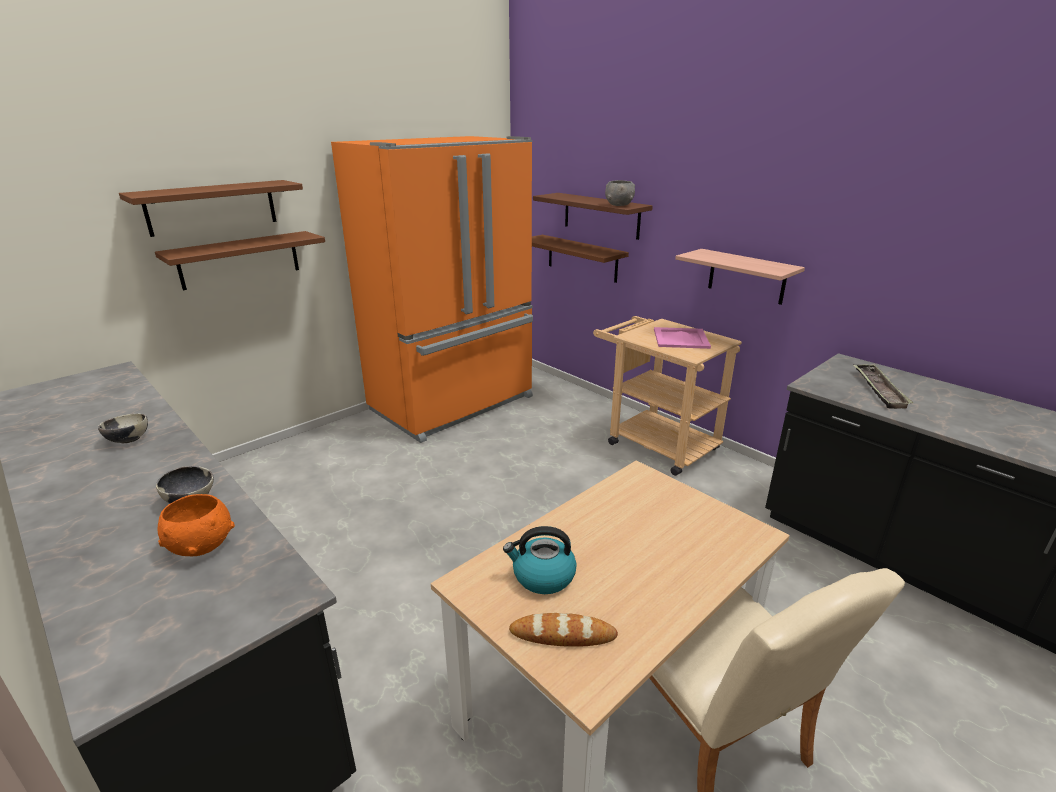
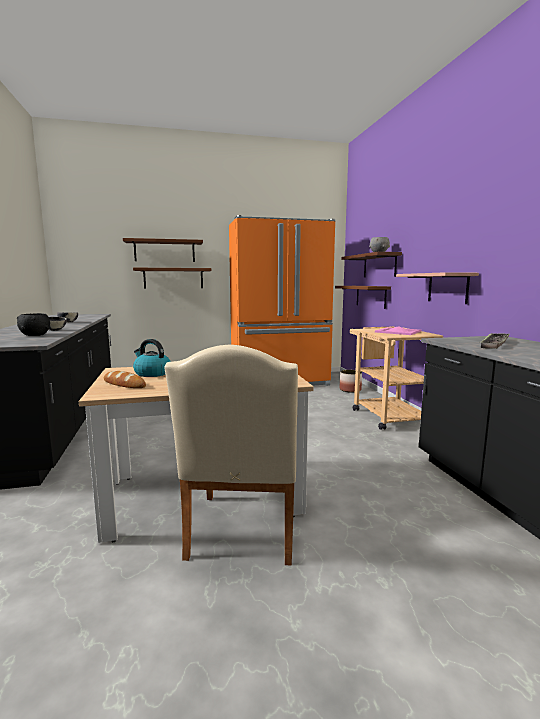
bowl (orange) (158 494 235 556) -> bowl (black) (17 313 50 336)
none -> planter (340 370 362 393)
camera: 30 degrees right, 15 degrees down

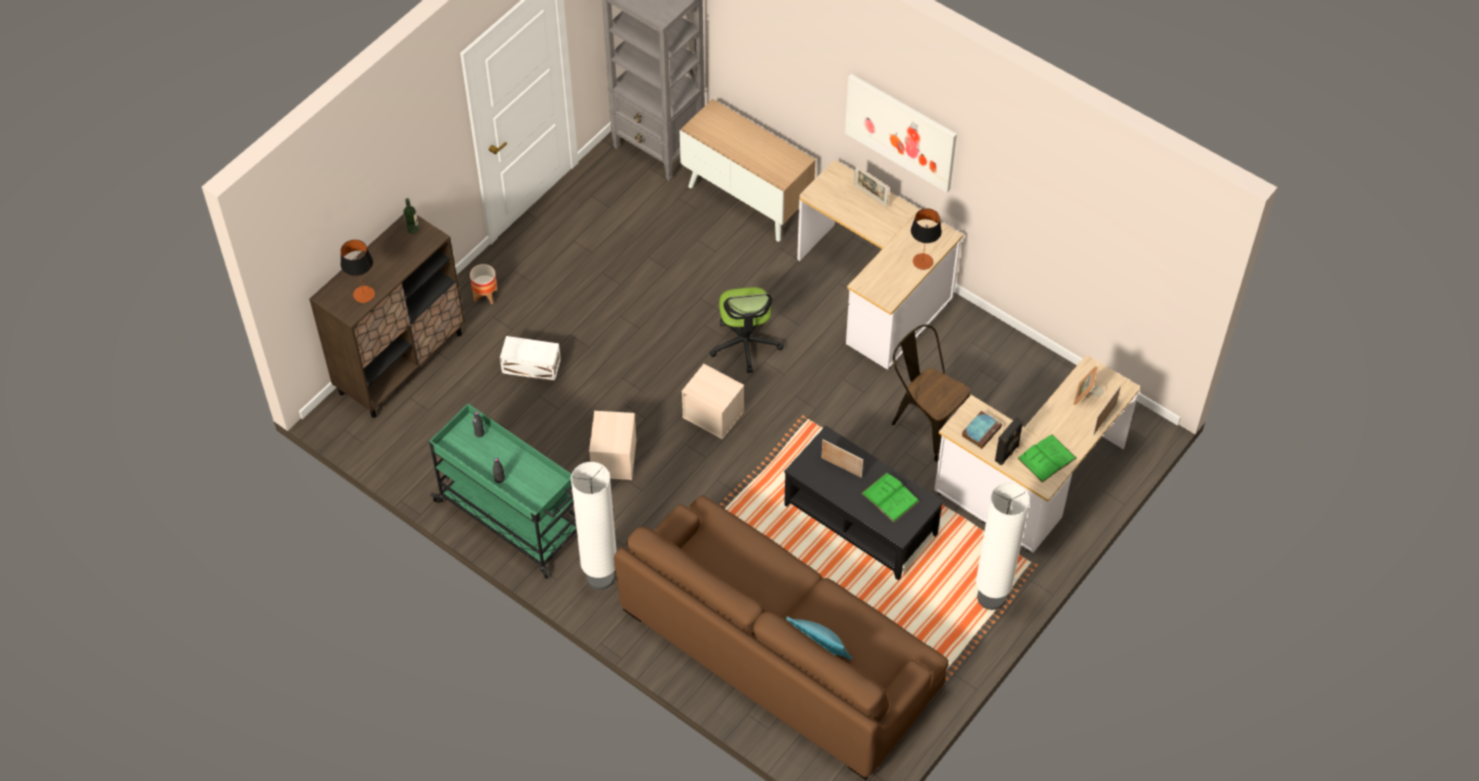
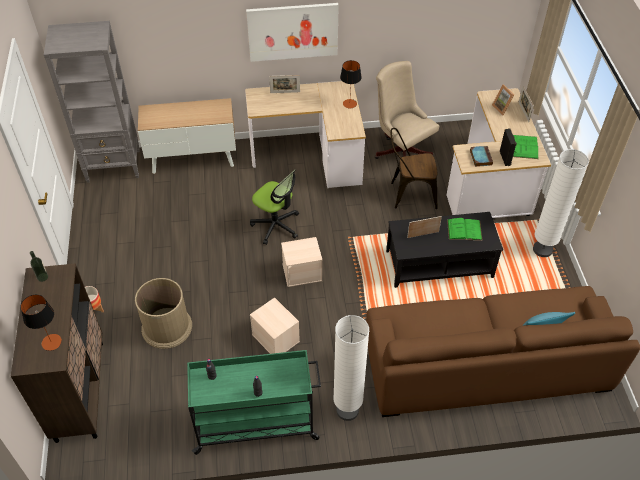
storage box (white) (500 336 561 381) -> trash can (brown) (135 278 192 349)
none -> office chair (beige) (375 61 439 159)
camera: 45 degrees left, 5 degrees down

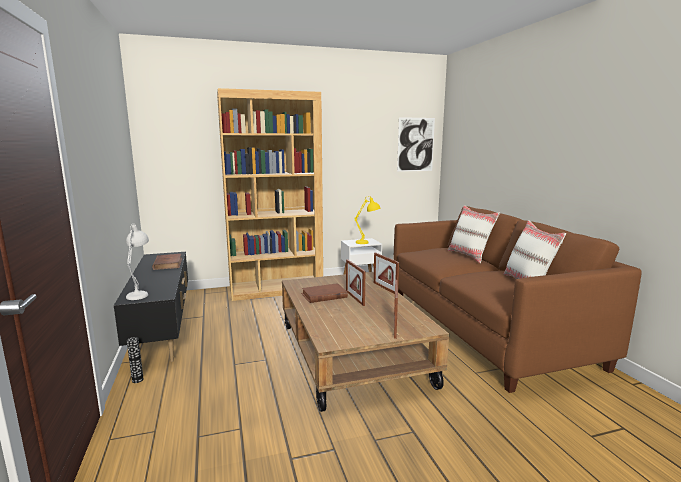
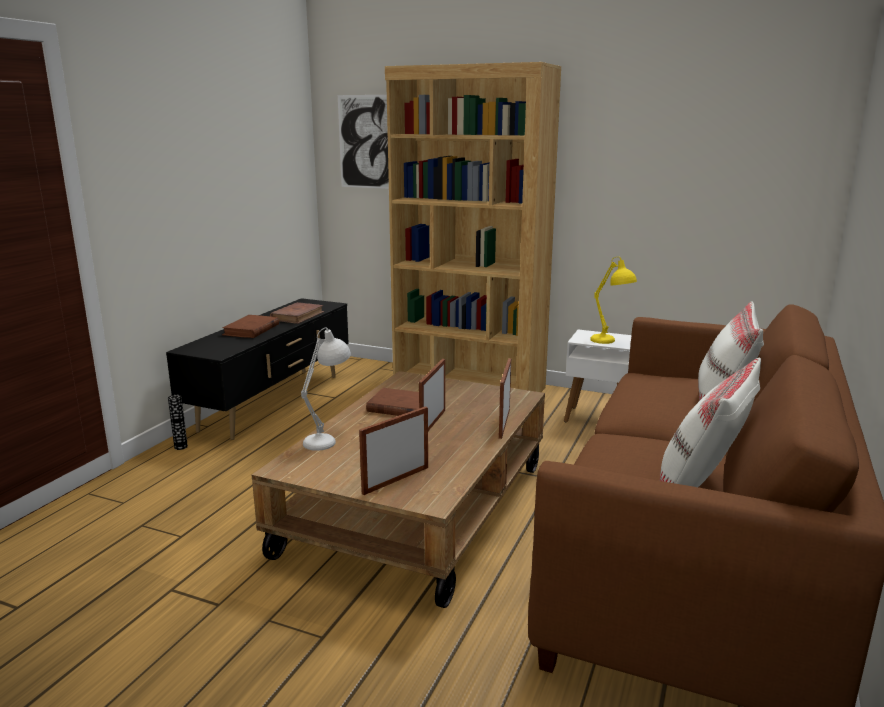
picture (397 117 435 172) -> picture (338 95 389 189), shifted
table lamp (white) (126 223 149 300) -> table lamp (white) (301 327 351 451), shifted
none -> book (brown) (222 315 279 338)
camera: 40 degrees right, 5 degrees up

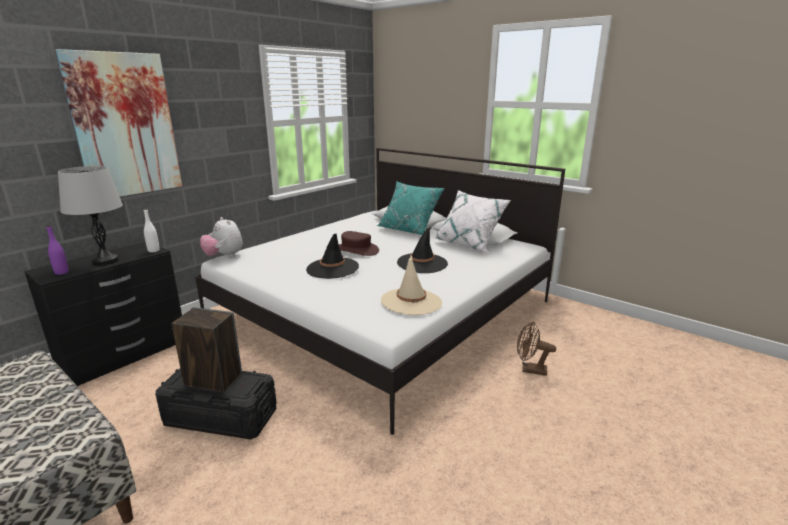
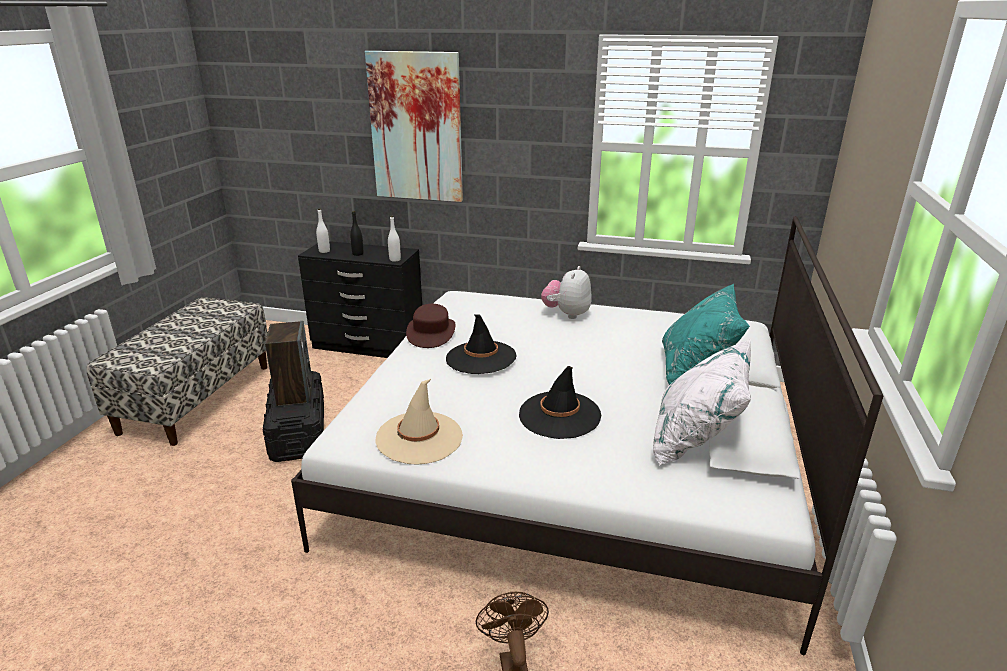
table lamp (grey) (58 166 123 265) -> bottle (black) (350 211 363 256)
plush toy (200 217 243 258) -> plush toy (541 266 592 319), shifted
bottle (purple) (47 225 69 275) -> bottle (white) (316 208 330 253)
hat (brown) (339 231 379 256) -> hat (brown) (406 304 456 348), shifted
camera: 65 degrees right, 5 degrees up

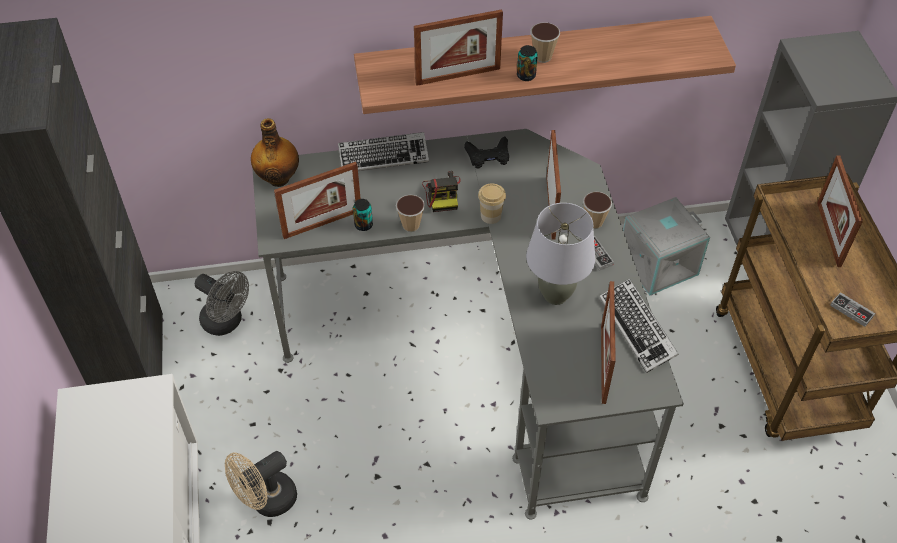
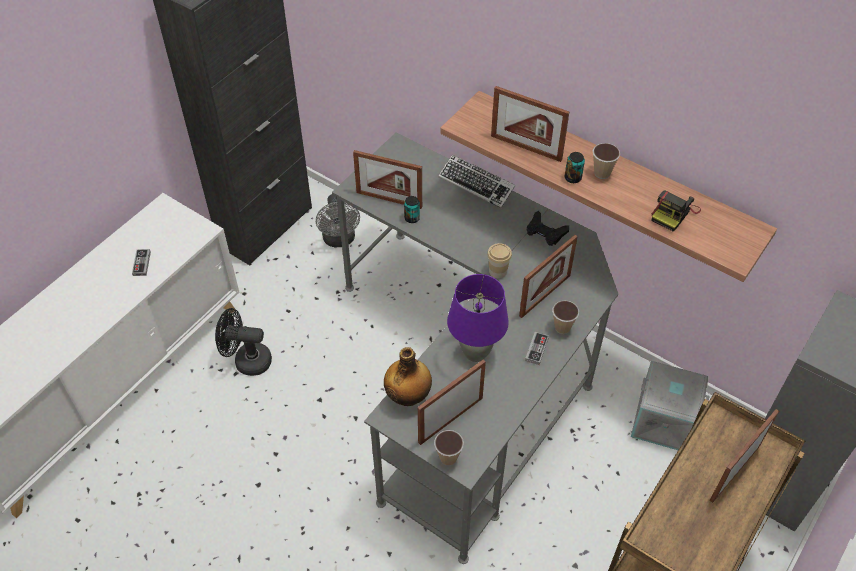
bottle (251 118 299 187) -> bottle (384 347 432 406), shifted
photo camera (422 171 460 212) -> photo camera (651 190 701 232), shifted
cup (396 195 425 232) -> cup (434 430 464 466), shifted
table lamp (grey) (526 203 595 305) -> table lamp (purple) (447 274 509 362)
keyboard (600 279 679 373) -> none
game controller (830 292 875 327) -> game controller (132 249 151 276), shifted
fan (beige) (225 451 297 517) -> fan (black) (215 308 272 376)
camera: 45 degrees right, 0 degrees up

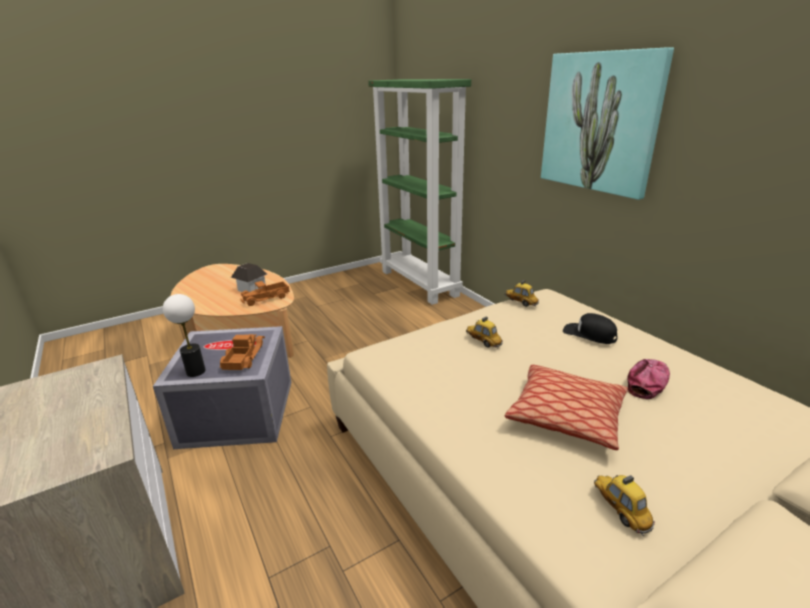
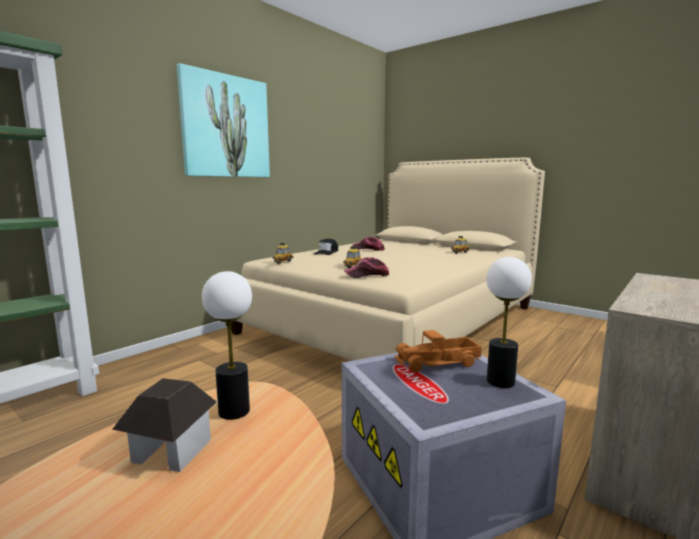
toy truck (240 281 290 306) -> table lamp (202 271 252 420)
pillow (505 365 628 450) -> none
none -> cap (344 257 389 278)
camera: 110 degrees left, 15 degrees down

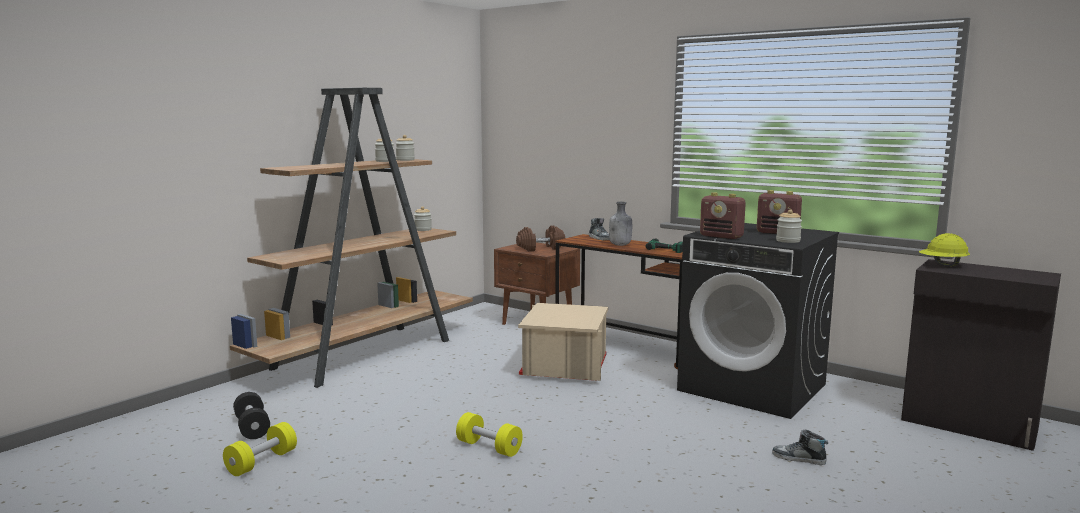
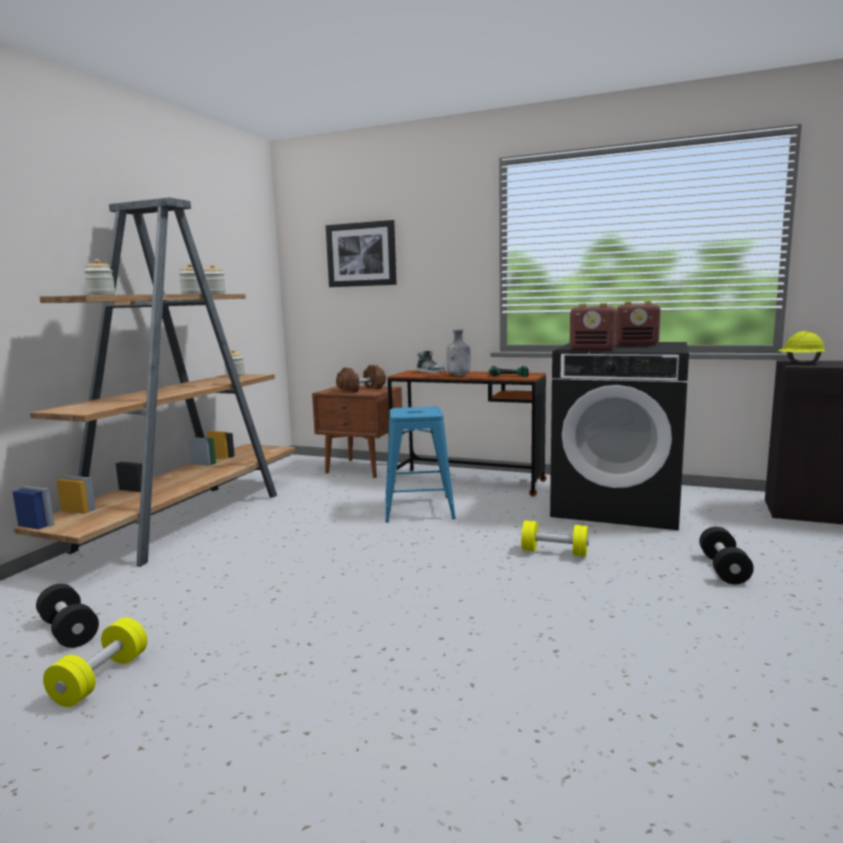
jar (776 209 802 243) -> jar (84 259 115 295), shifted
storage box (beige) (518 303 608 381) -> stool (blue) (385 406 456 522)
dumbbell (yellow) (456 412 523 457) -> dumbbell (yellow) (521 521 589 557), shifted
shoe (772 429 828 465) -> dumbbell (black) (699 527 754 584)
none -> picture (326 220 397 287)
camera: 15 degrees left, 0 degrees up

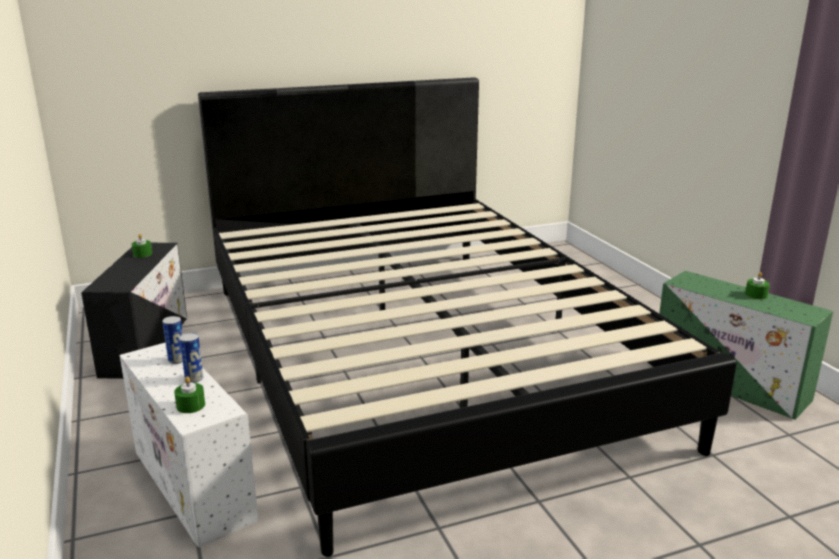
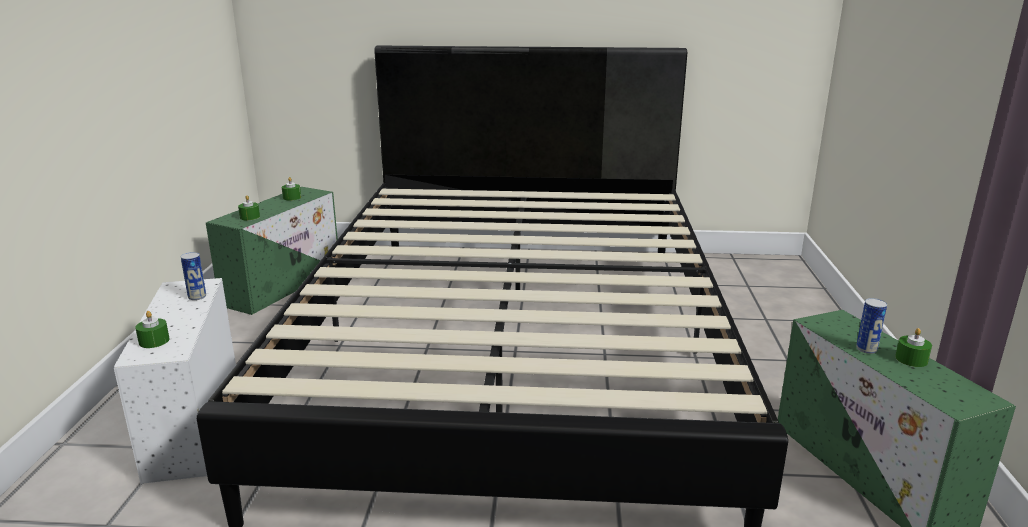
storage box (black) (81 243 187 379) -> storage box (green) (206 187 338 315)
can (179 333 204 383) -> can (856 298 887 354), shifted
none -> candle (green) (238 195 260 220)
camera: 25 degrees right, 0 degrees up

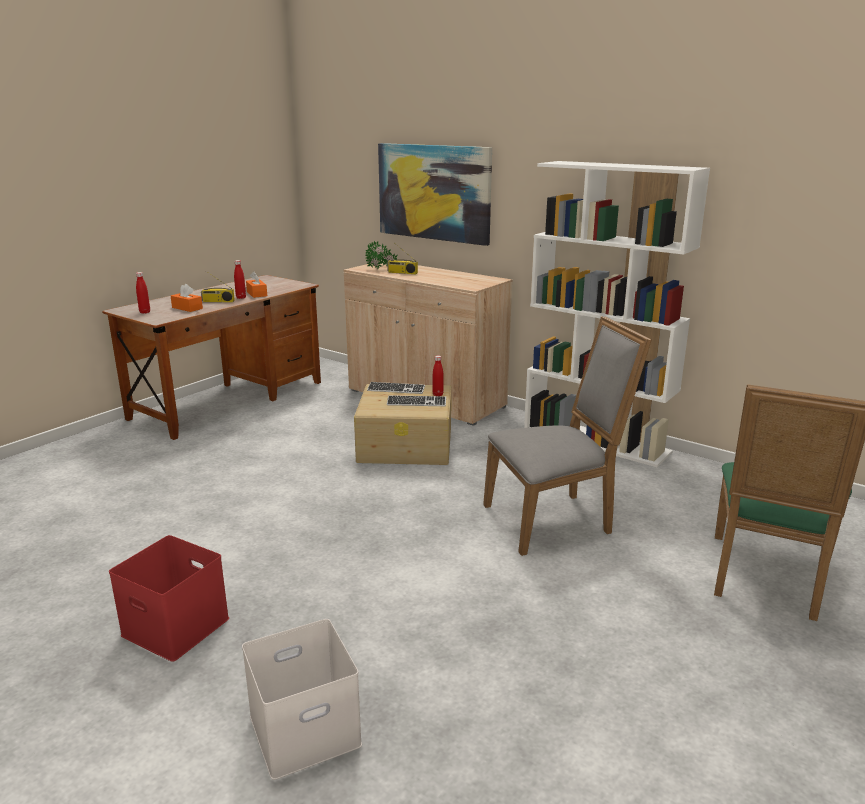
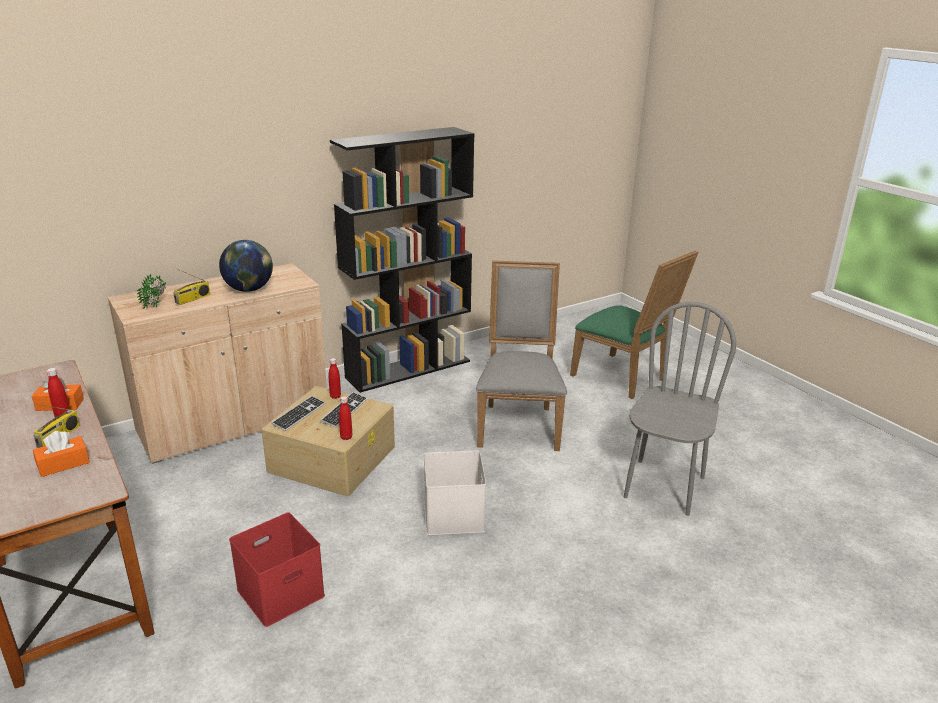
picture (378 143 492 246) -> none
bookcase (white) (524 161 710 467) -> bookcase (black) (330 127 474 393)
bottle (red) (136 272 150 314) -> bottle (red) (339 396 352 440), shifted
storage box (red) (109 535 229 662) -> storage box (red) (229 513 325 627), shifted
storage box (white) (242 619 362 780) -> storage box (white) (424 450 486 535), shifted
none -> globe (219 240 273 292)
none -> chair (grey) (624 302 736 516)
camera: 70 degrees left, 5 degrees up

